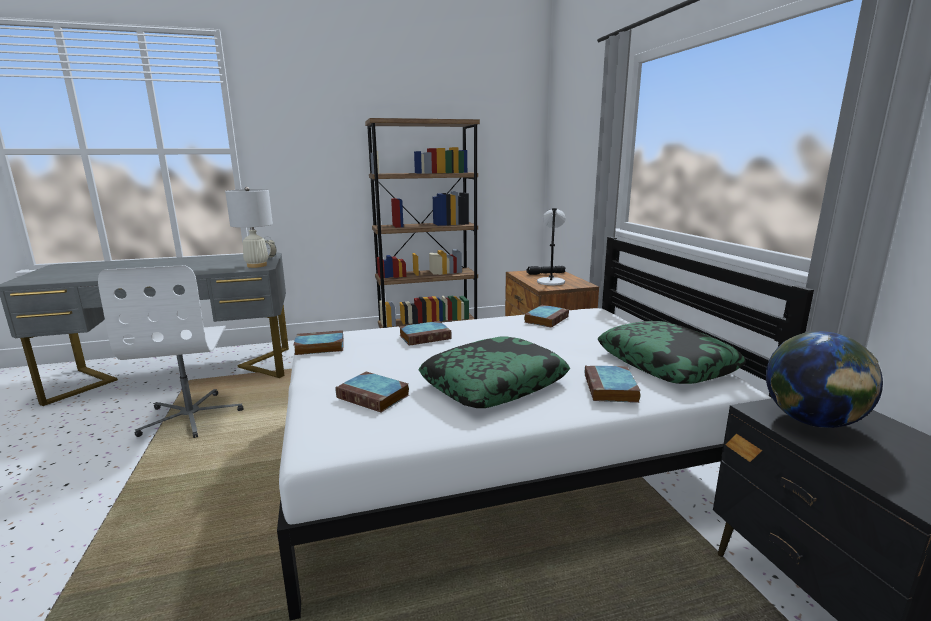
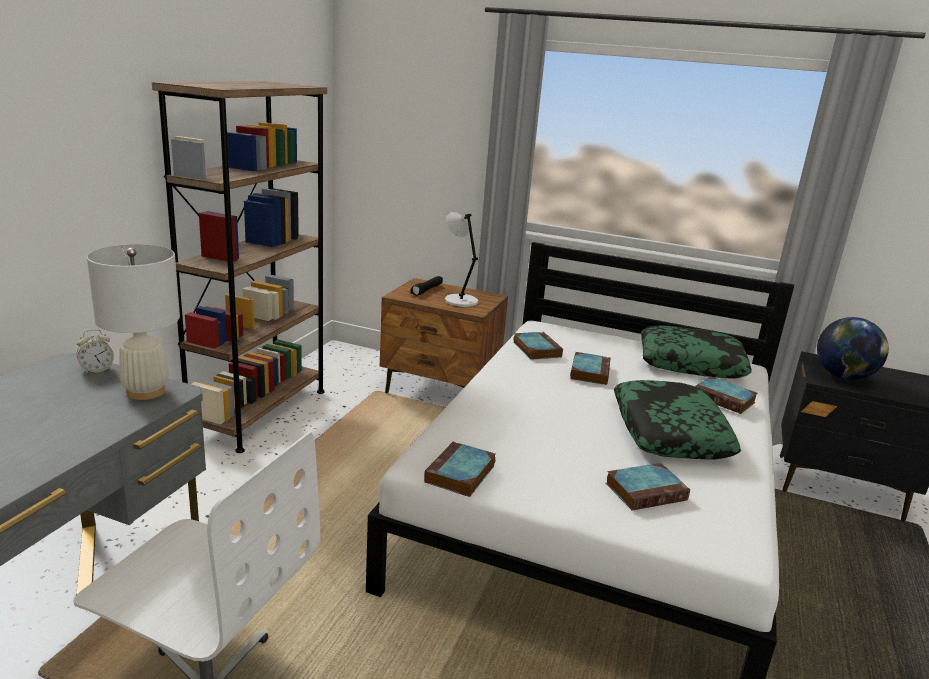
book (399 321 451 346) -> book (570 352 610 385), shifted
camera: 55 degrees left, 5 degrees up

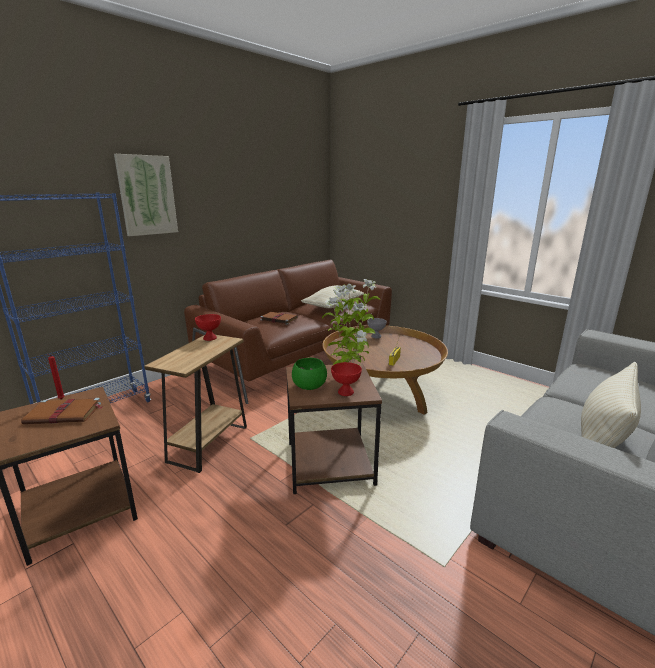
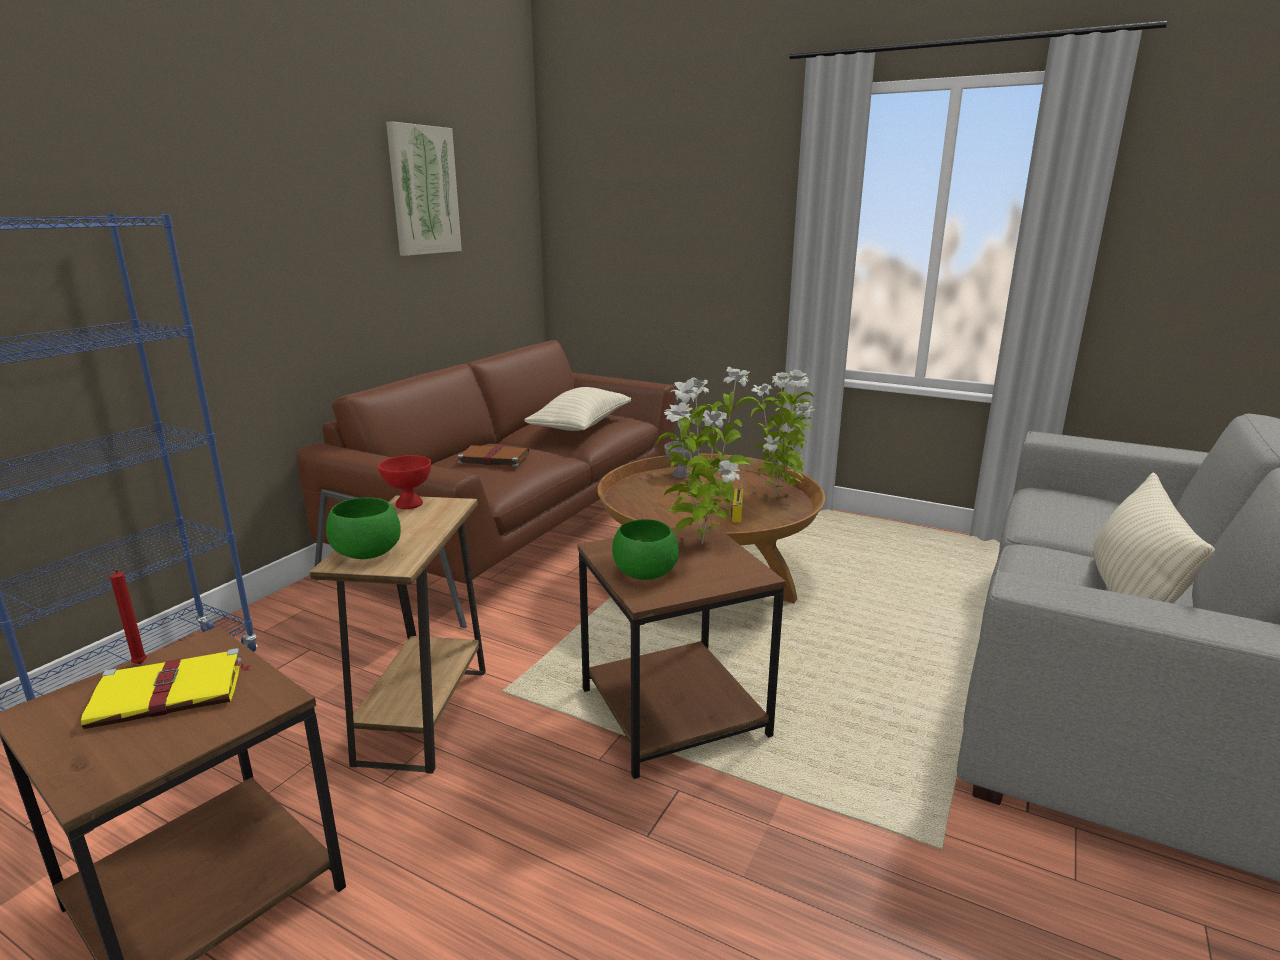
picture (114 154 178 236) -> picture (386 121 462 256), shifted
bowl (red) (331 362 362 396) -> none
book (brown) (21 398 102 424) -> book (yellow) (81 648 252 729)
none -> potted plant (751 370 814 497)
none -> bowl (green) (326 497 401 559)
camera: 15 degrees left, 0 degrees up

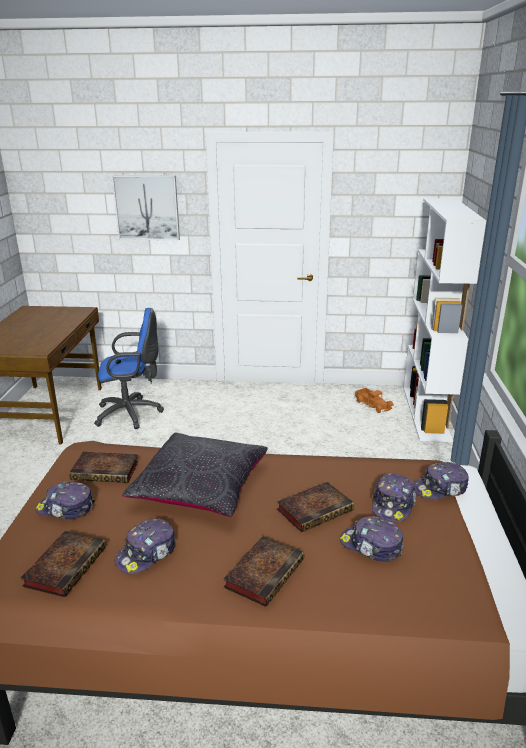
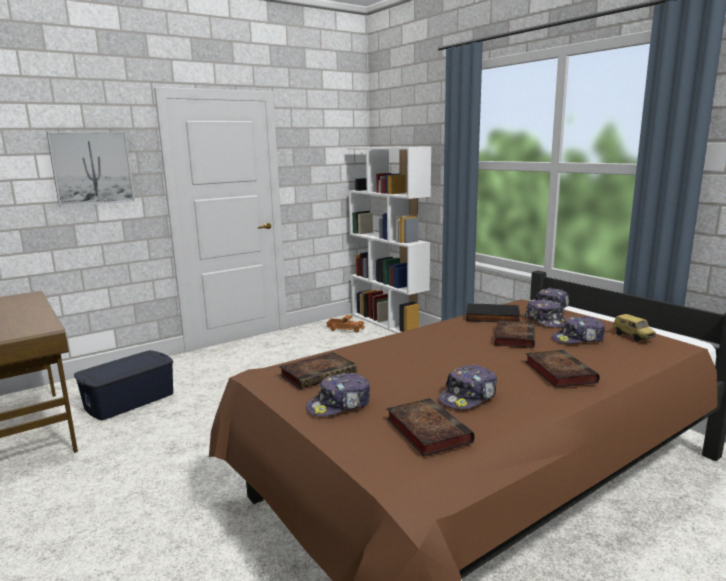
office chair (blue) (94 308 164 429) -> storage box (blue) (74 350 173 420)
pillow (black) (122 433 268 517) -> none
cap (115 519 175 574) -> cap (438 364 497 409), 45 degrees clockwise
none -> book (black) (466 303 521 322)
none -> toy car (613 314 655 342)
camera: 40 degrees left, 10 degrees down

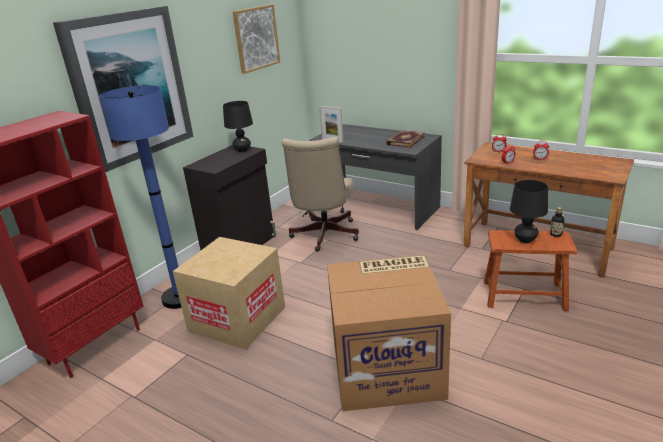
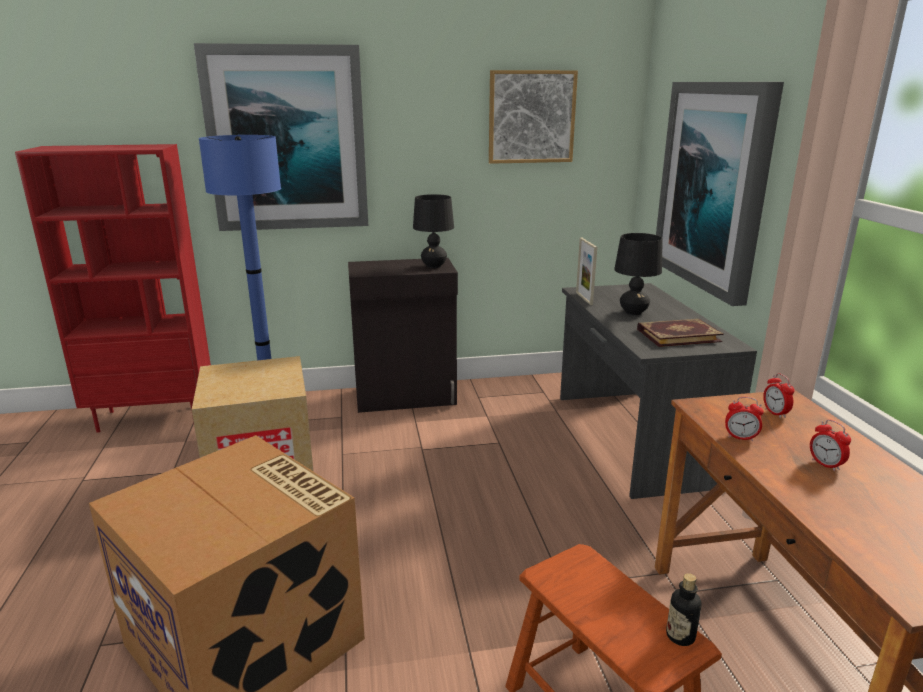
office chair (beige) (282 137 359 251) -> none
table lamp (black) (510 180 548 243) -> table lamp (black) (614 233 663 315), shifted
none -> picture (656 82 784 306)
camera: 45 degrees right, 5 degrees down

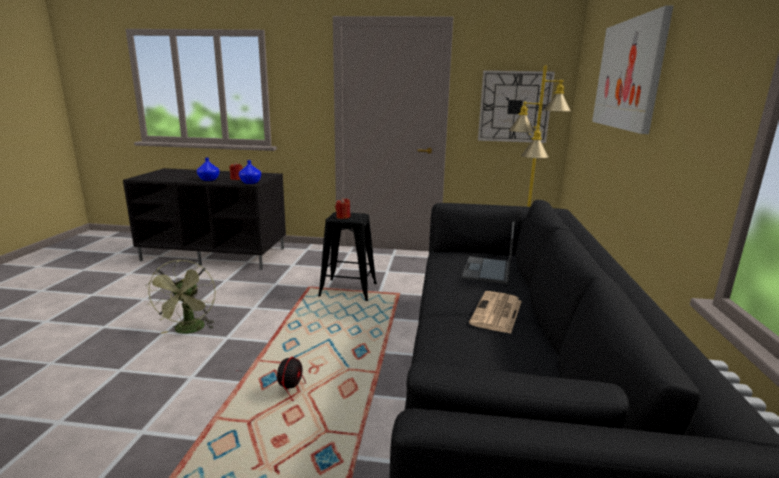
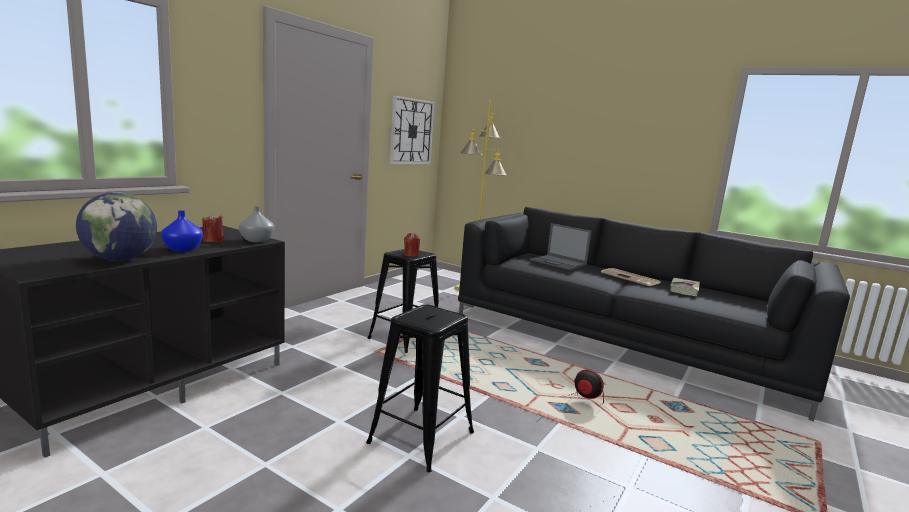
picture (592 6 673 134) -> none
vase (blue) (239 160 261 184) -> vase (grey) (239 206 274 242)
fan (green) (146 259 216 334) -> stool (black) (366 304 474 472)
none -> globe (76 192 157 261)
none -> book (670 278 700 296)
camera: 65 degrees left, 5 degrees down

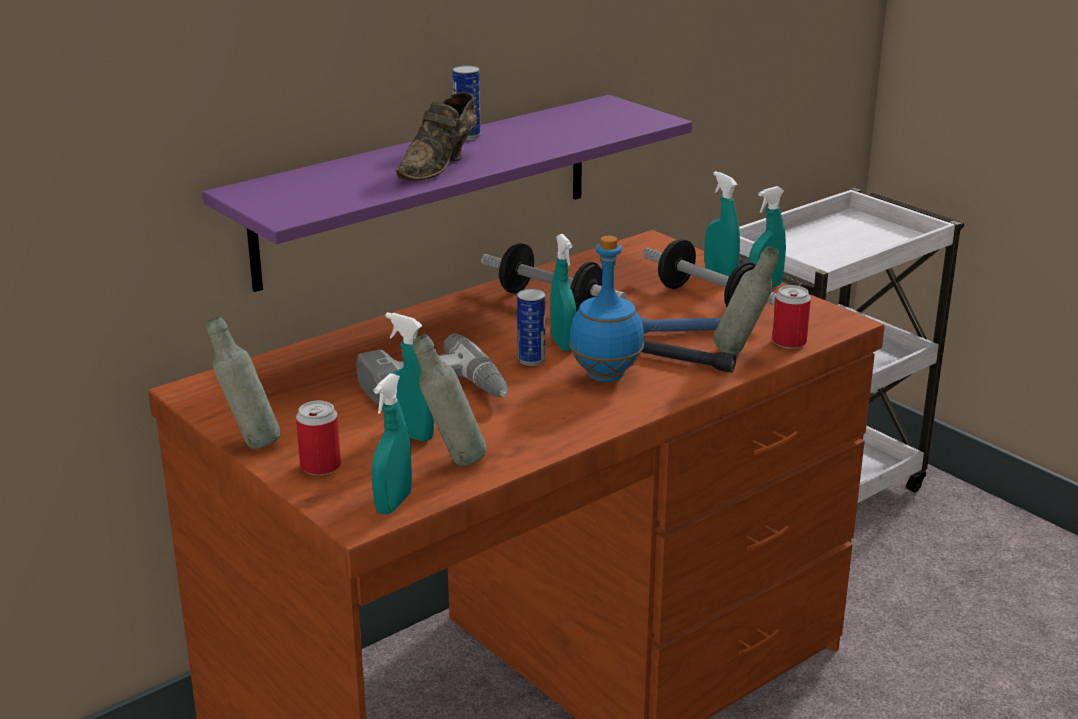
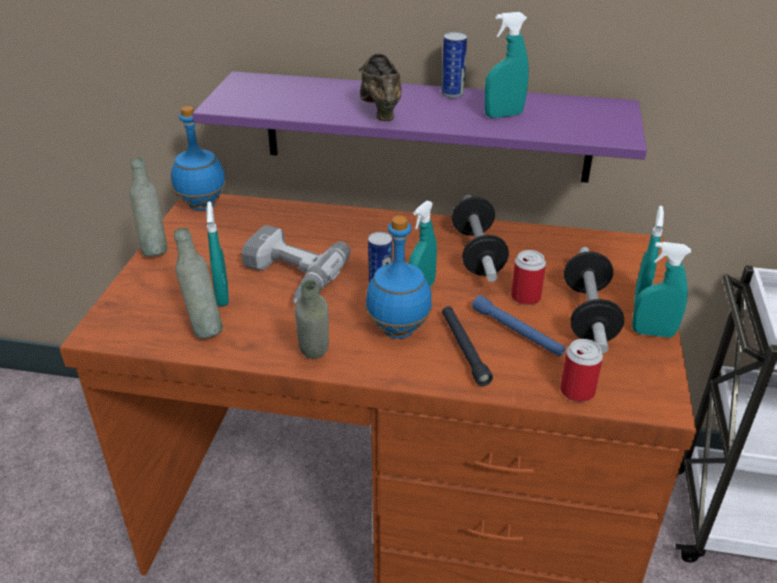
shoe (brown) (396 92 477 181) -> shoe (brown) (359 54 402 121), 90 degrees clockwise
bottle (grey) (714 246 779 355) -> bottle (grey) (295 279 329 359), shifted
spray bottle (turquoise) (372 373 412 514) -> spray bottle (turquoise) (484 12 529 118), shifted
can (296 401 341 475) -> can (511 250 546 305), shifted
none -> bottle (blue) (171 106 226 211)
camera: 50 degrees right, 10 degrees up

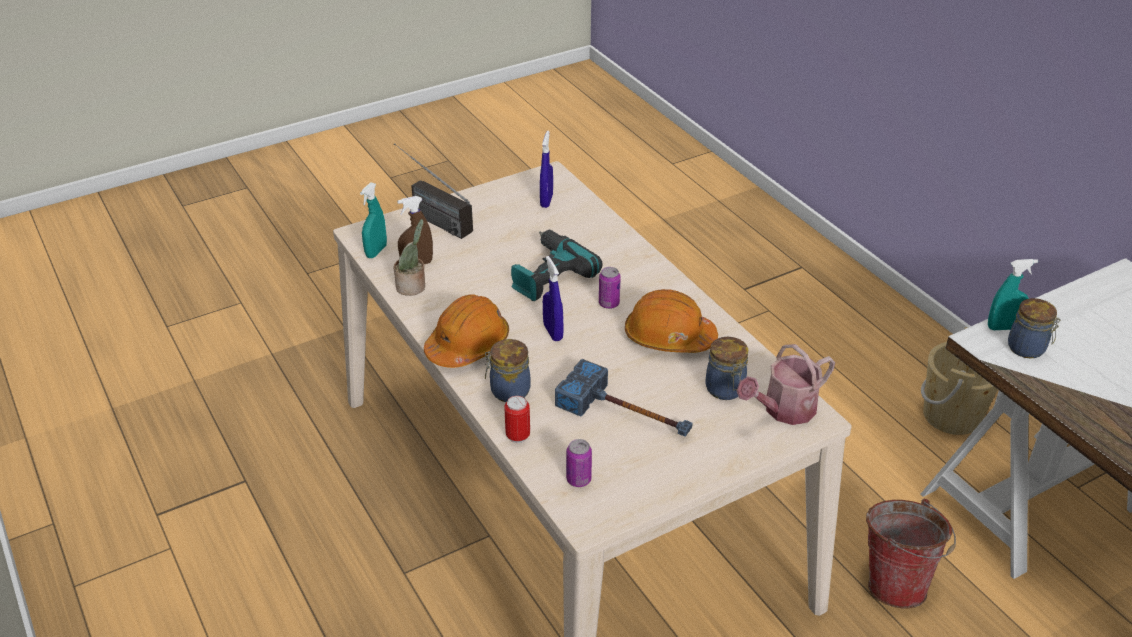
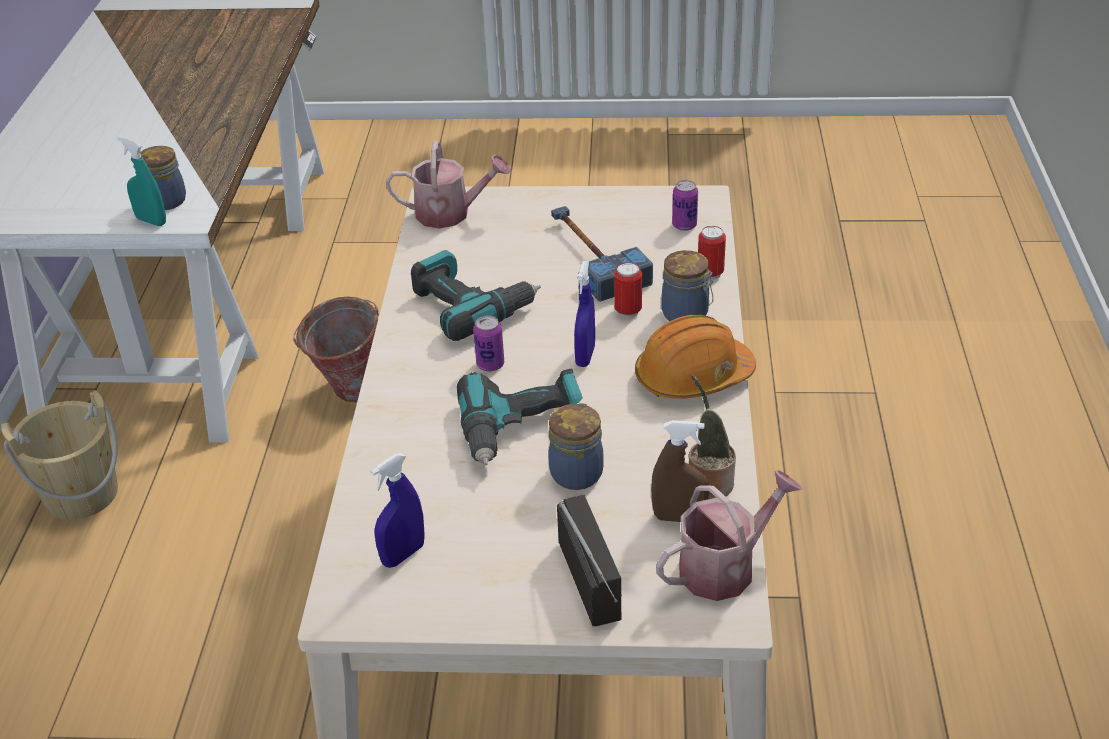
spray bottle (turquoise) (360 182 387 258) -> watering can (656 470 803 601)
hard hat (orange) (625 289 718 353) -> power drill (411 250 541 341)
jar (705 337 748 400) -> jar (548 403 604 490), shifted
none -> can (614 262 642 318)
camera: 145 degrees left, 0 degrees up

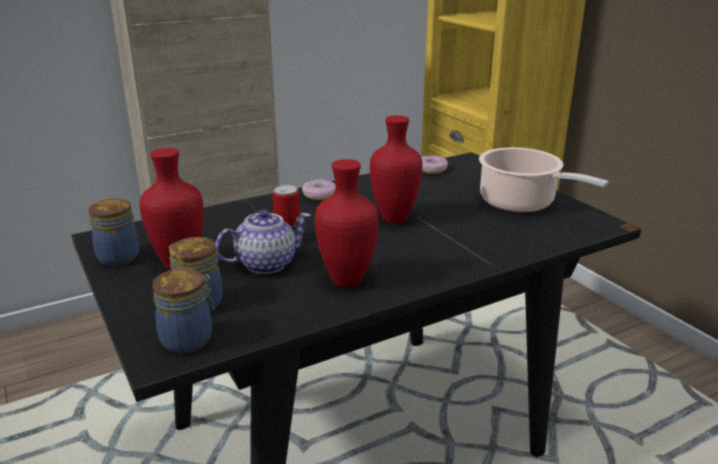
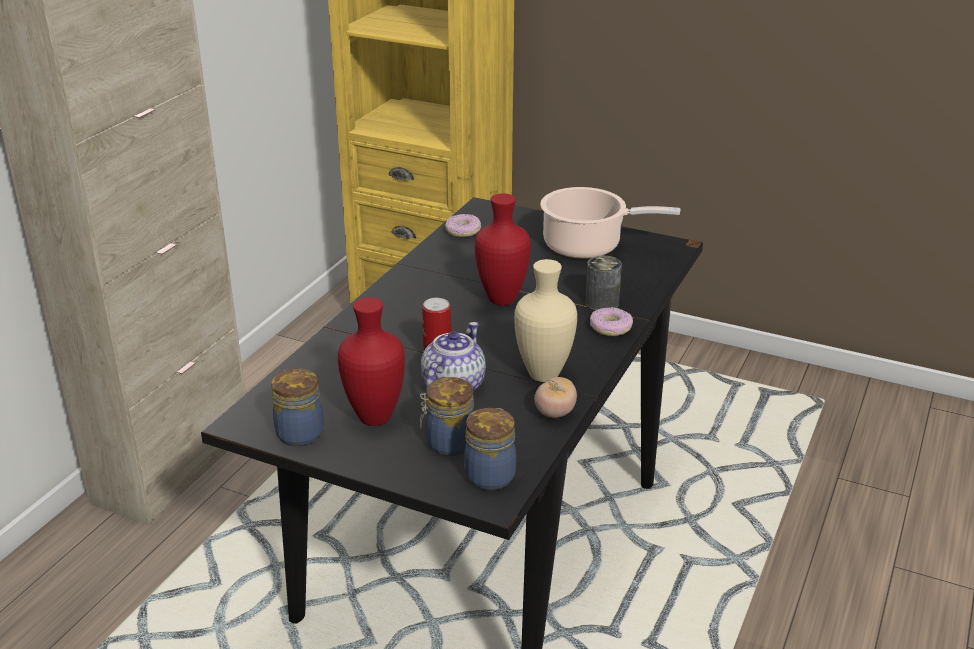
vase (red) (315 159 379 288) -> vase (beige) (514 259 577 382)
donut (302 179 336 200) -> donut (590 307 633 336), shifted
none -> can (585 256 622 310)
none -> tomato (534 377 577 418)
camera: 35 degrees left, 5 degrees up

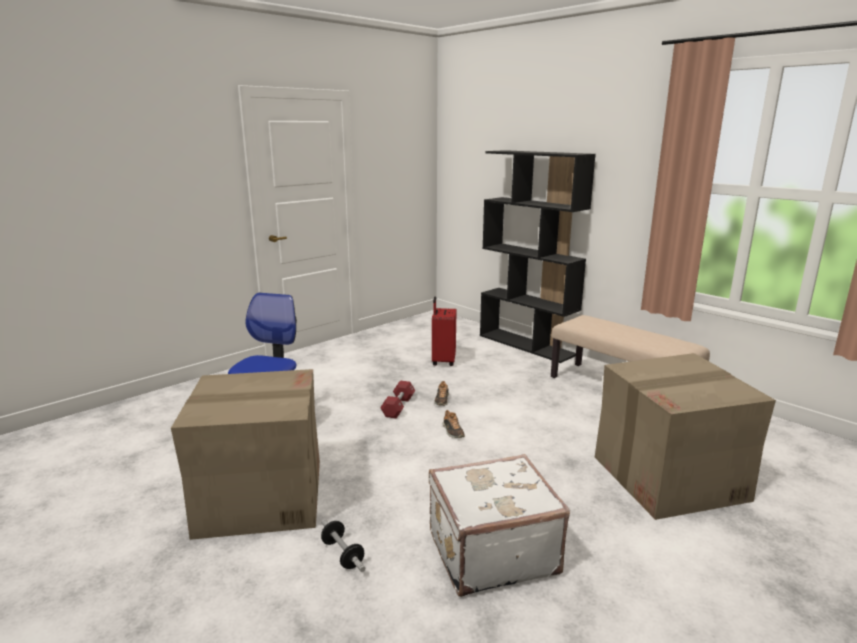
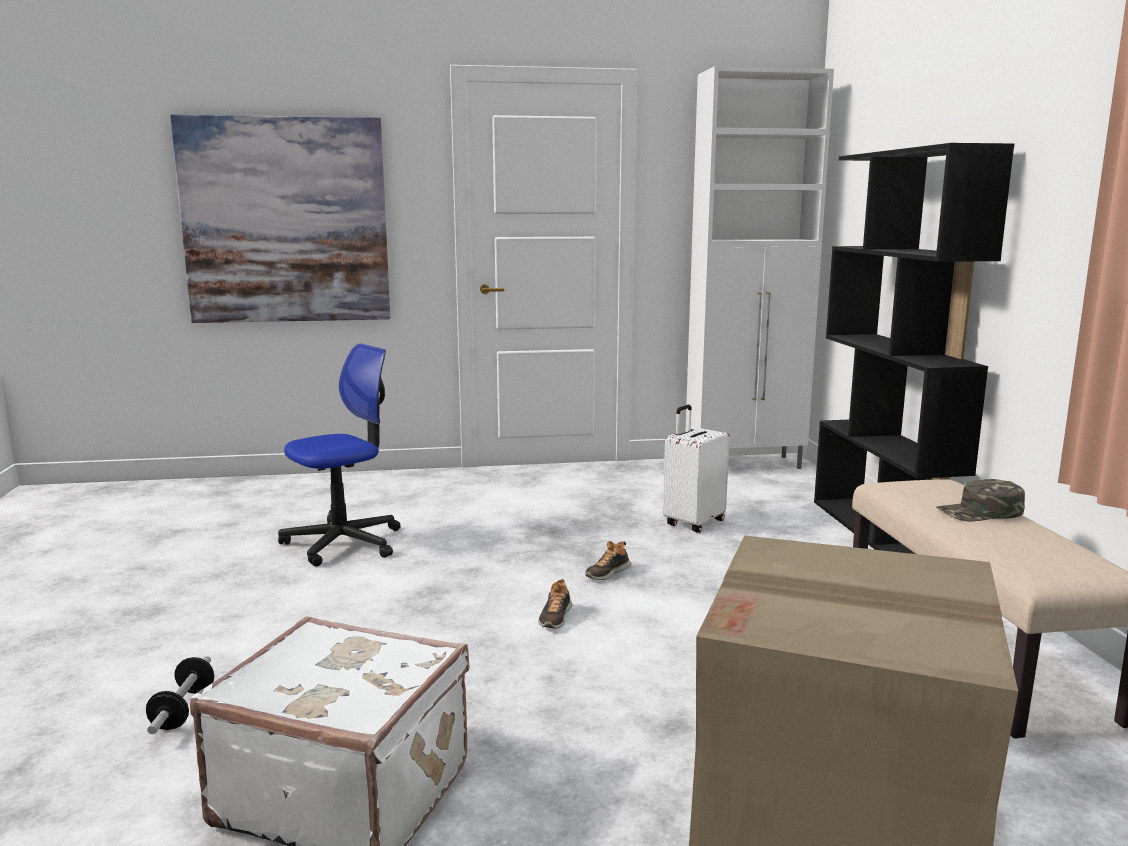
suitcase (red) (432 296 457 366) -> suitcase (white) (663 405 730 533)
cardboard box (171 369 320 540) -> none
dumbbell (red) (380 381 415 419) -> none
none -> cabinet (white) (685 66 834 469)
none -> picture (170 115 390 323)
none -> cap (green) (936 479 1025 522)
camera: 35 degrees right, 5 degrees down

